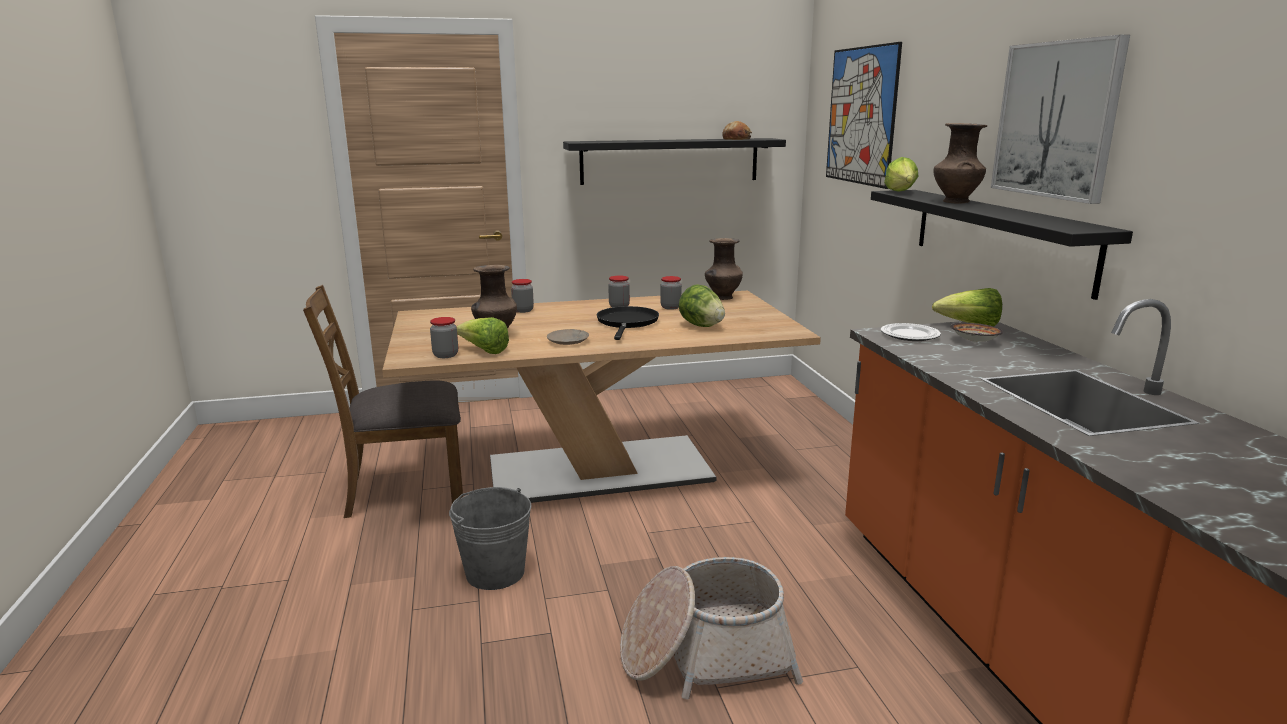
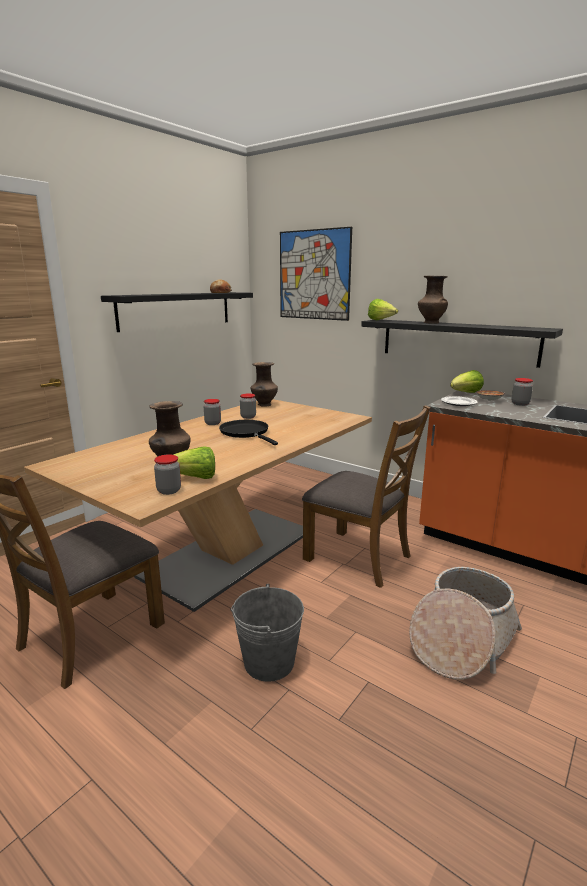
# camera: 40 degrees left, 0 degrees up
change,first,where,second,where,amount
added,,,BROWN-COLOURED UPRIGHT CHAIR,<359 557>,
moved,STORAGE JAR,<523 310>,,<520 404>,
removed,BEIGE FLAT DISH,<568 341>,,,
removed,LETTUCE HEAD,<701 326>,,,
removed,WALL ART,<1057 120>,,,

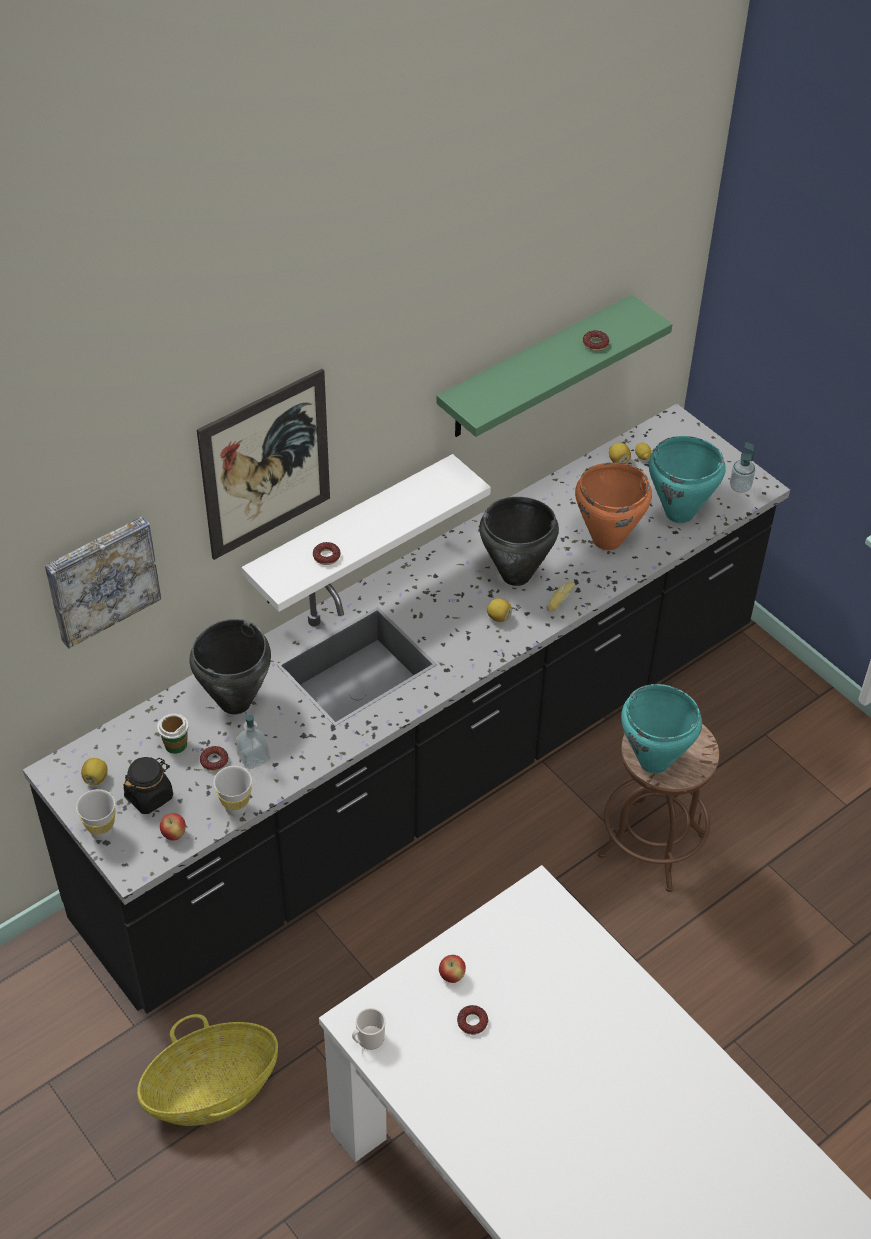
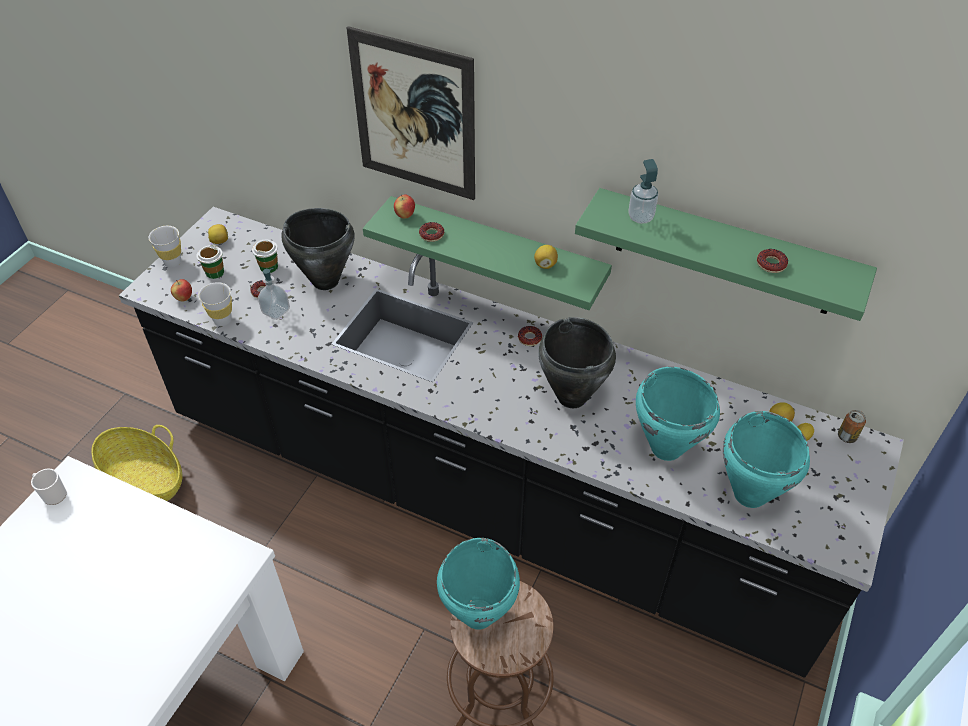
# camera: 65 degrees right, 0 degrees up
change,first,where,second,where,amount
replaced,BLACK-COLOURED STORAGE JAR,<149 796>,SMALL CUP,<214 272>,
recoloured,WHITE BRACKET SHELF,<351 532>,GREENISH BRACKET SHELF,<496 252>,
moved,APPLE FRUIT,<452 976>,,<405 215>,
moved,DOUGHNUT,<472 1022>,,<529 338>,
moved,CITRUS FRUIT,<498 617>,,<545 264>,
moved,SOAP DISPENSER,<740 487>,,<640 217>,
recoloured,ORANGE-COLOURED COOKING POT,<606 539>,BLUE-GREEN COOKING POT,<666 447>,
added,,,METAL CAN,<847 436>,
removed,WALL ART,<101 579>,,,
removed,BREAD,<559 599>,,,

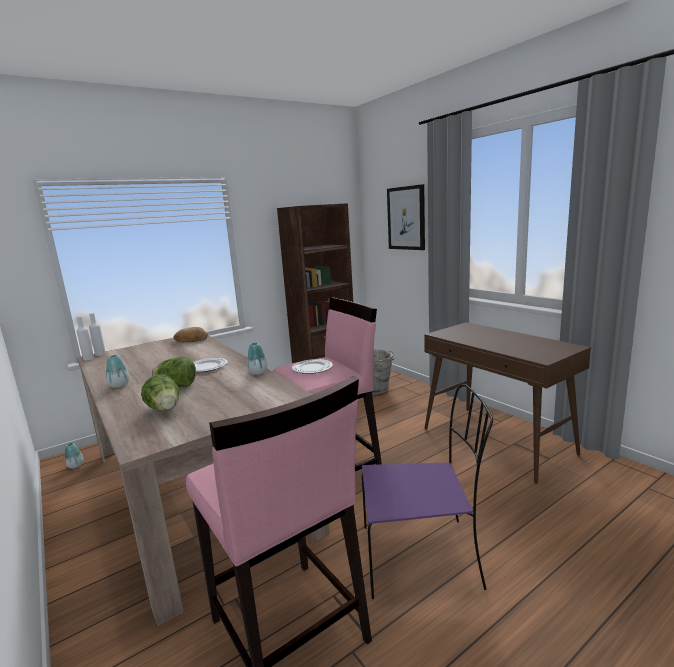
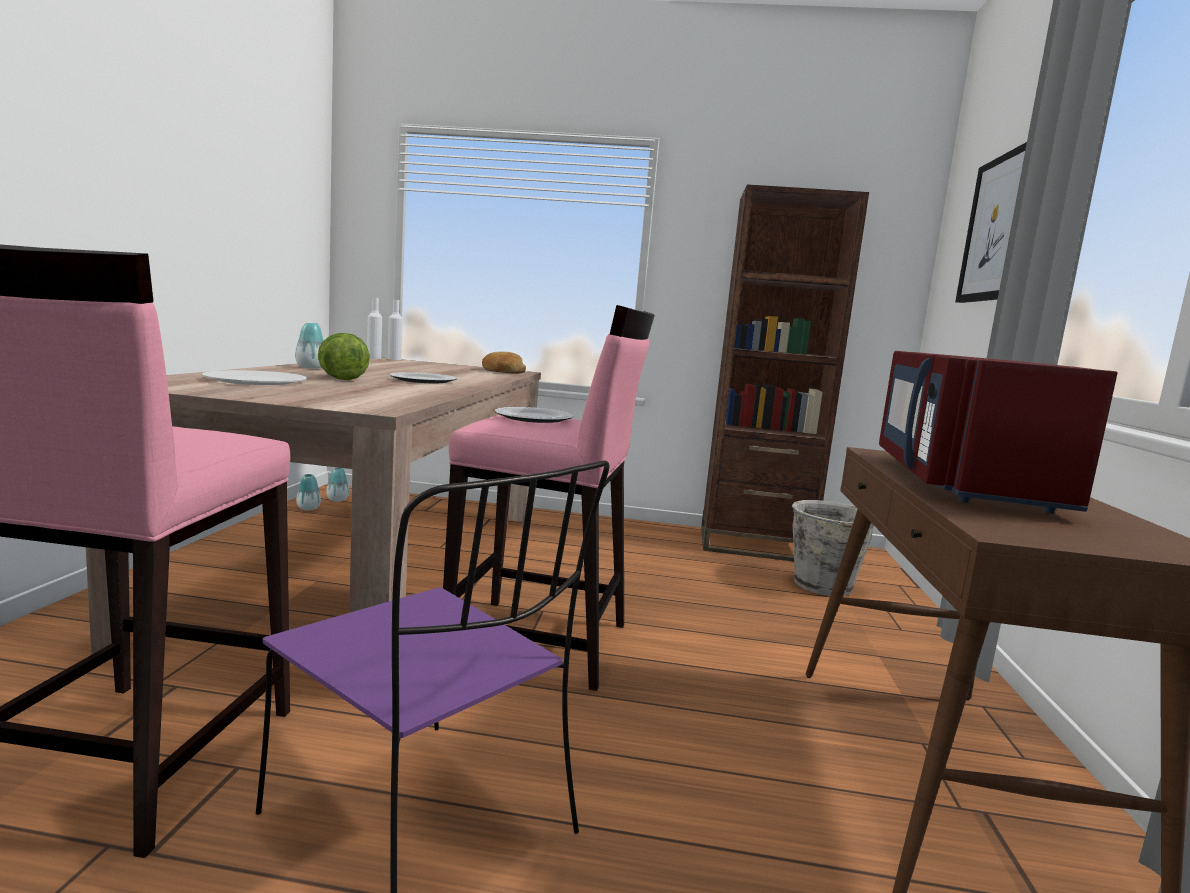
# camera: 40 degrees right, 5 degrees down
change,first,where,second,where,amount
replaced,LETTUCE HEAD,<165 410>,WHITE FLAT DISH,<256 381>,
moved,FLOWER VASE,<258 372>,,<308 508>,
added,,,REDDISH MICROWAVE OVEN,<959 482>,

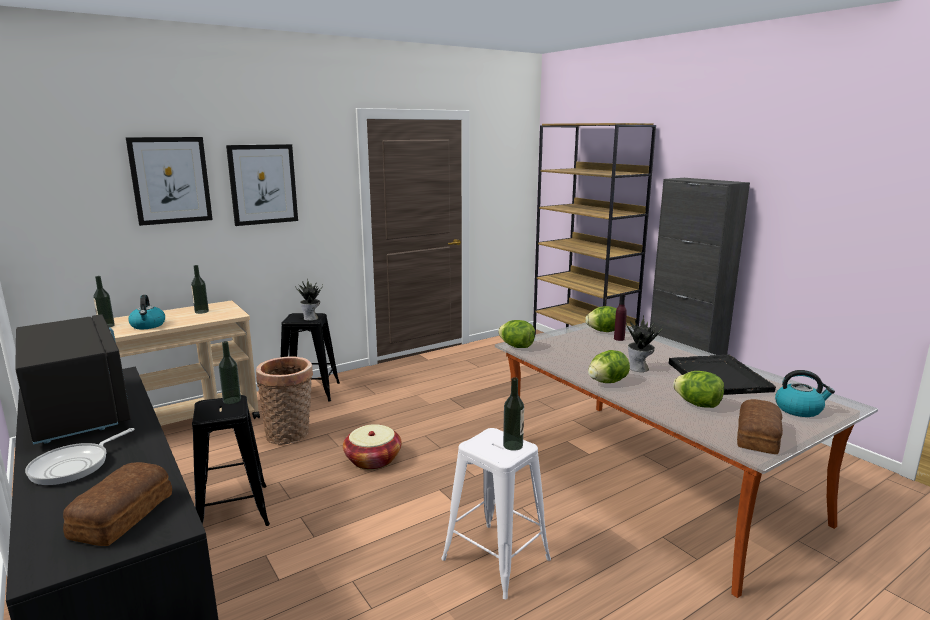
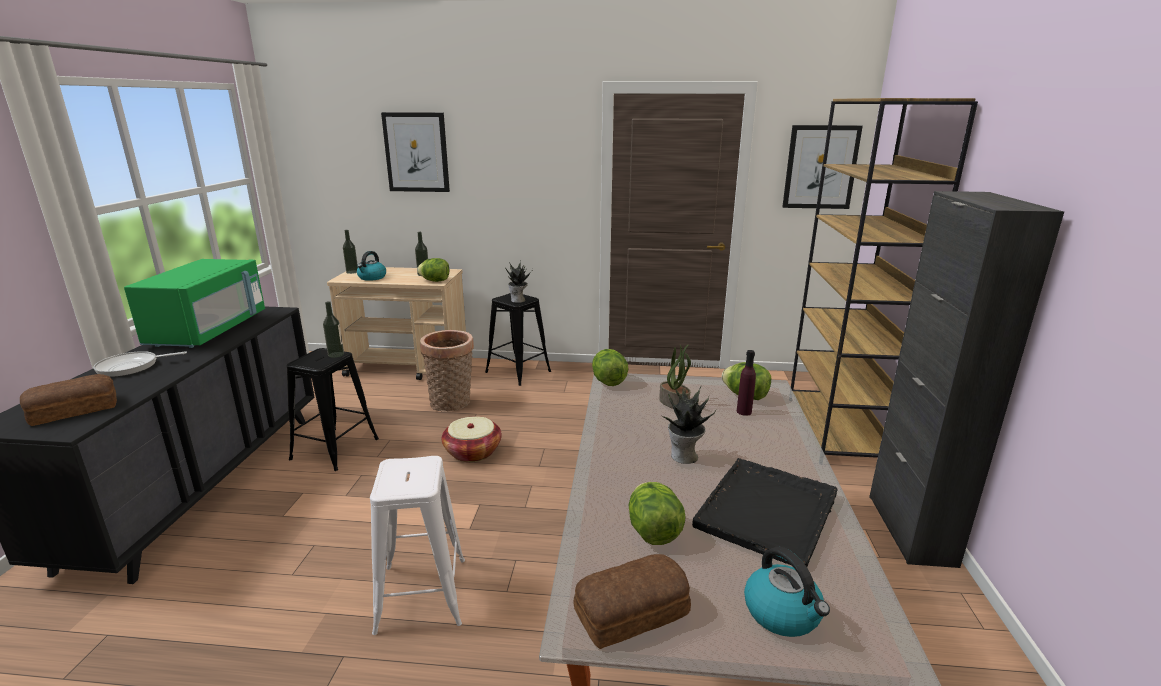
# camera: 40 degrees right, 5 degrees up
change,first,where,second,where,amount
recoloured,BLACK-COLOURED MICROWAVE OVEN,<80 411>,GREENISH MICROWAVE OVEN,<209 331>,
moved,LETTUCE HEAD,<607 382>,,<435 281>,
added,,,POTTED PLANT,<674 403>,
moved,WALL ART,<263 184>,,<820 167>,
removed,BOTTLE,<513 445>,,,

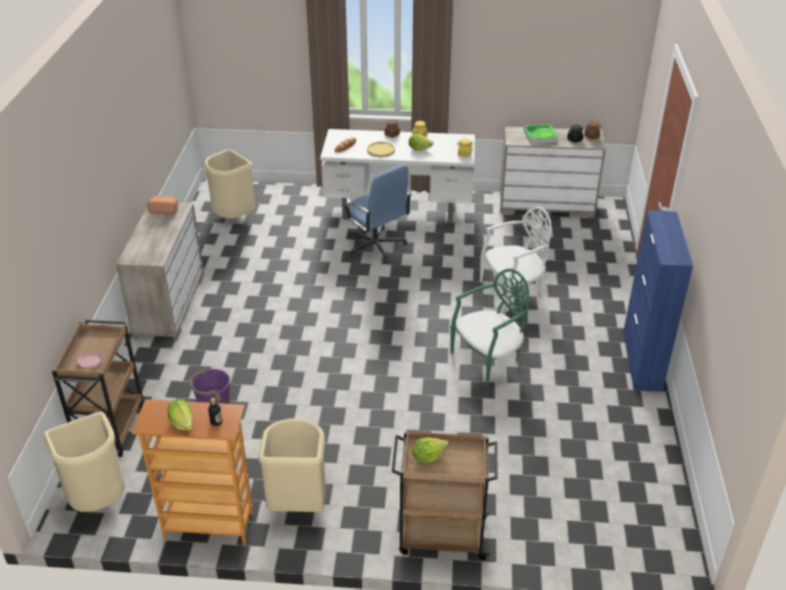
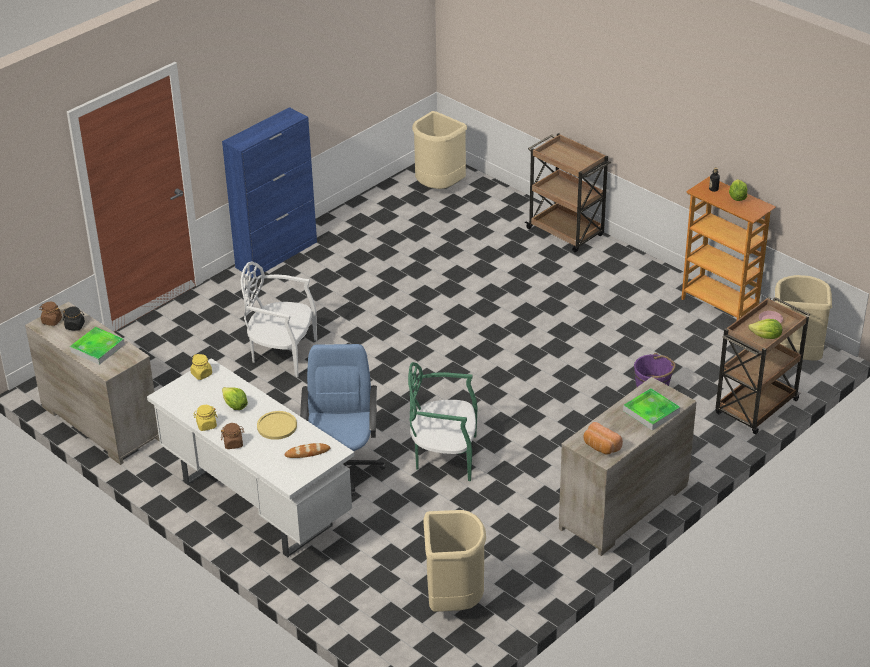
# camera: 140 degrees left, 0 degrees up
change,first,where,second,where,amount
moved,GREENISH UPRIGHT CHAIR,<488 360>,,<444 456>,
moved,BEIGE WASTE BIN,<298 504>,,<438 187>,
added,,,SERVING TRAY,<651 412>,
moved,LETTUCE HEAD,<428 456>,,<766 337>,

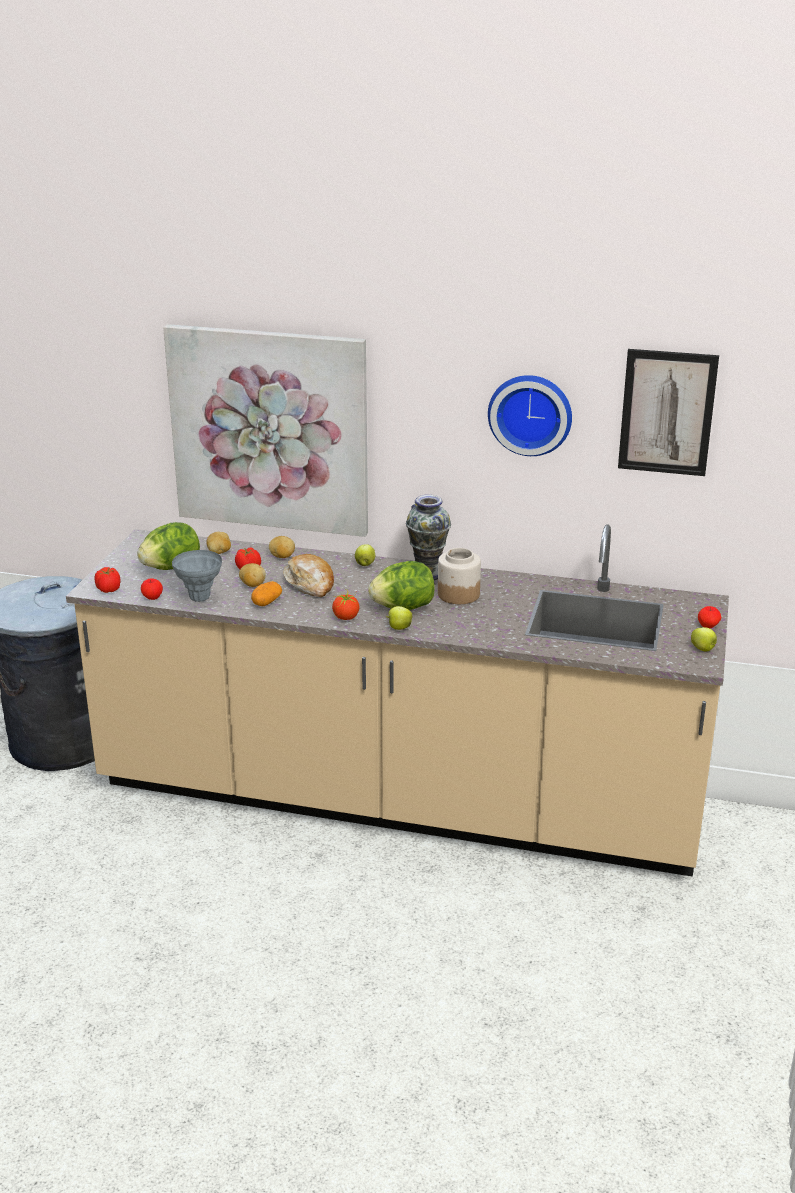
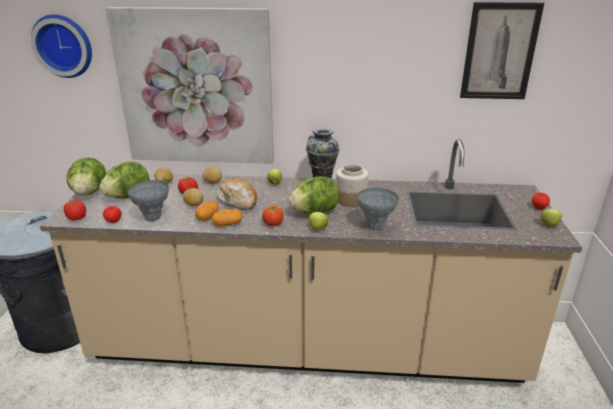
# camera: 10 degrees left, 0 degrees up
change,first,where,second,where,amount
moved,CLOCK ON THE WALL,<530 413>,,<64 45>,
added,,,LETTUCE HEAD,<89 192>,
added,,,POTATO,<227 224>,
added,,,GREYISH FLOWER VASE,<375 227>,

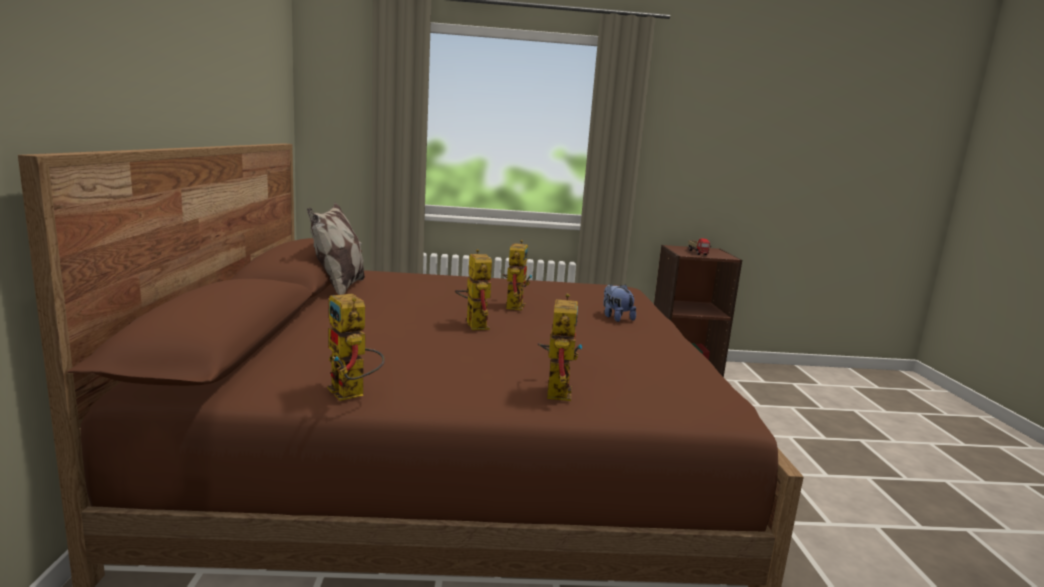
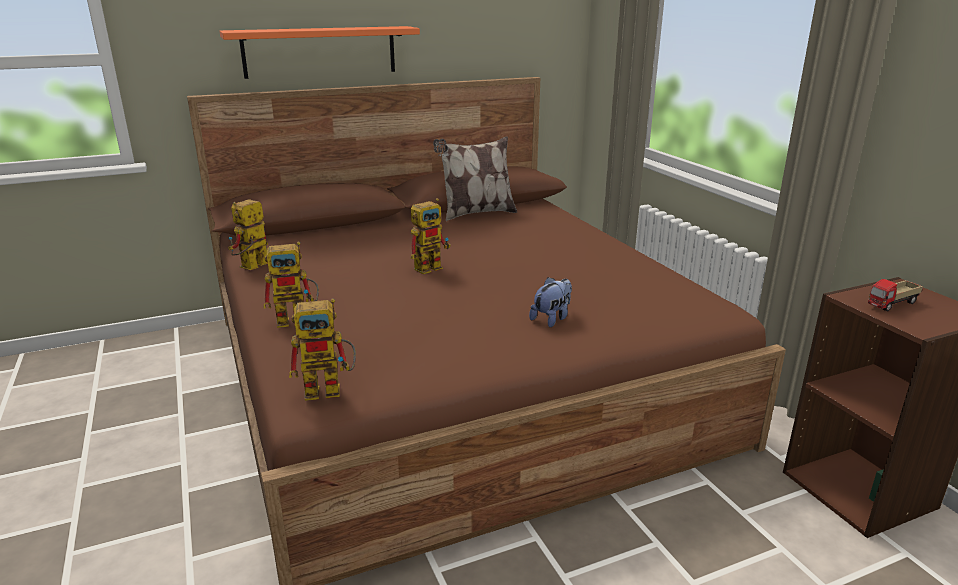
# camera: 70 degrees right, 10 degrees up
change,first,where,second,where,amount
added,,,ORANGE-COLOURED BRACKET SHELF,<320 51>,
moved,ROBOT FIGURE,<513 305>,,<331 389>,

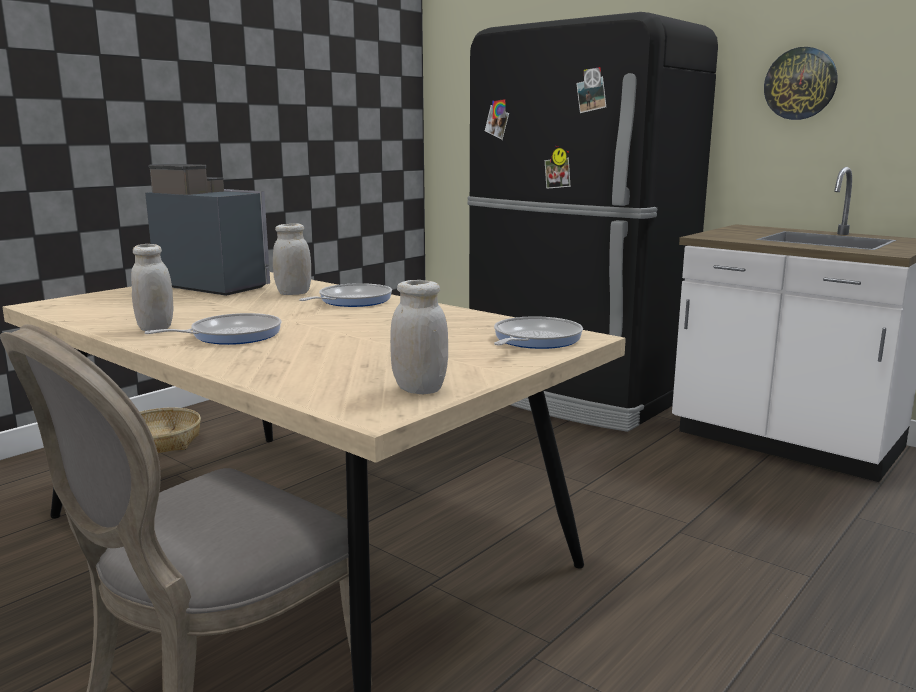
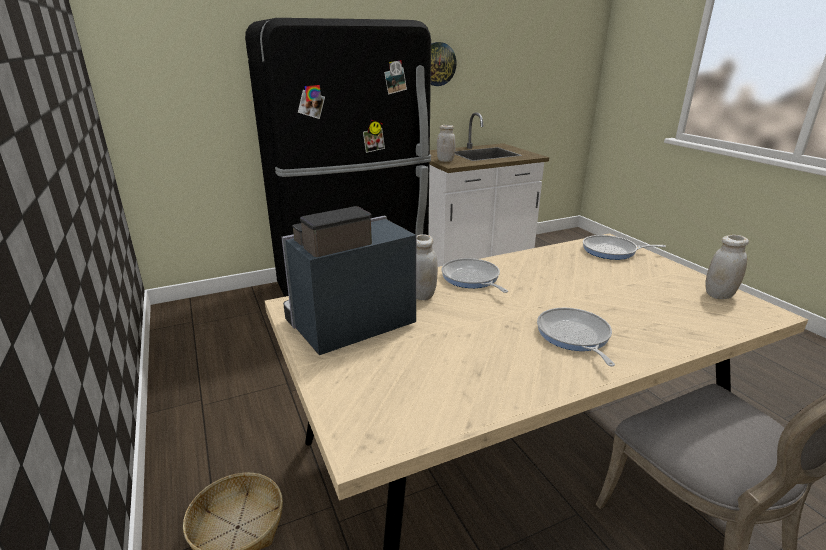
# camera: 65 degrees left, 10 degrees up
change,first,where,second,where,amount
moved,WHITE STORAGE JAR,<156 328>,,<445 160>,
turned,SKILLET,<534 340>,,<612 251>,45 degrees counterclockwise

